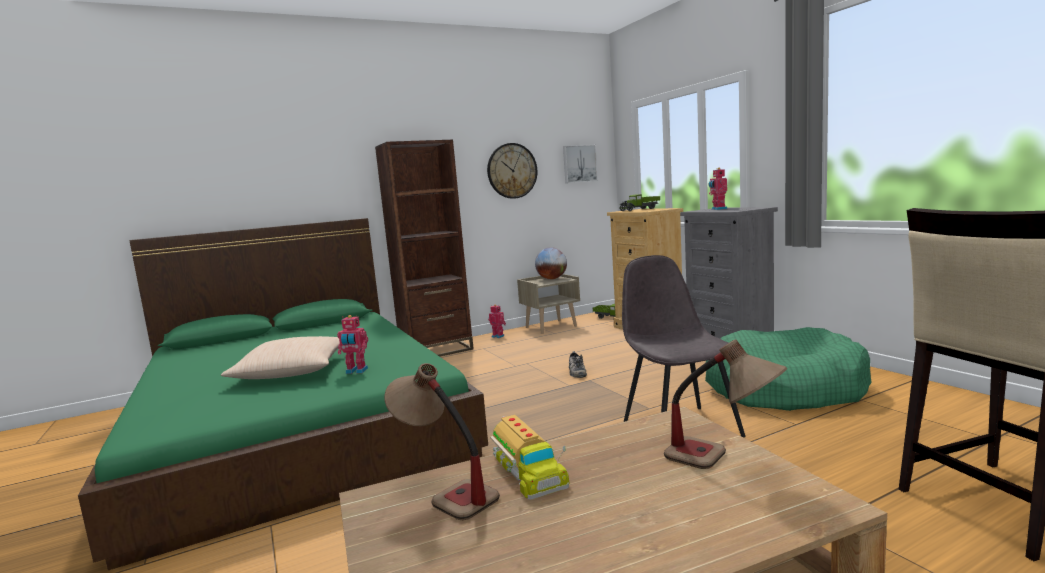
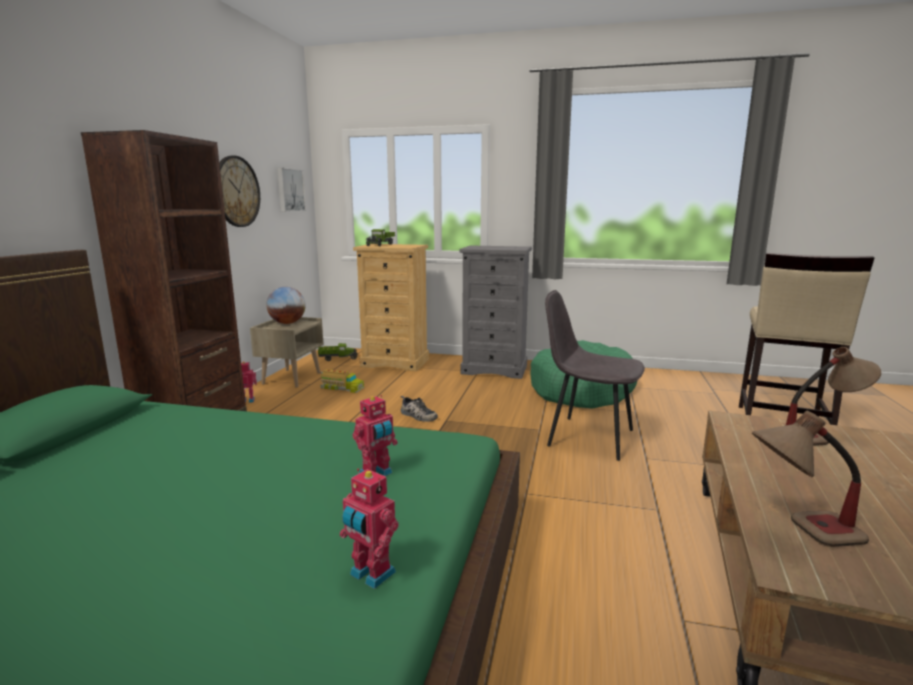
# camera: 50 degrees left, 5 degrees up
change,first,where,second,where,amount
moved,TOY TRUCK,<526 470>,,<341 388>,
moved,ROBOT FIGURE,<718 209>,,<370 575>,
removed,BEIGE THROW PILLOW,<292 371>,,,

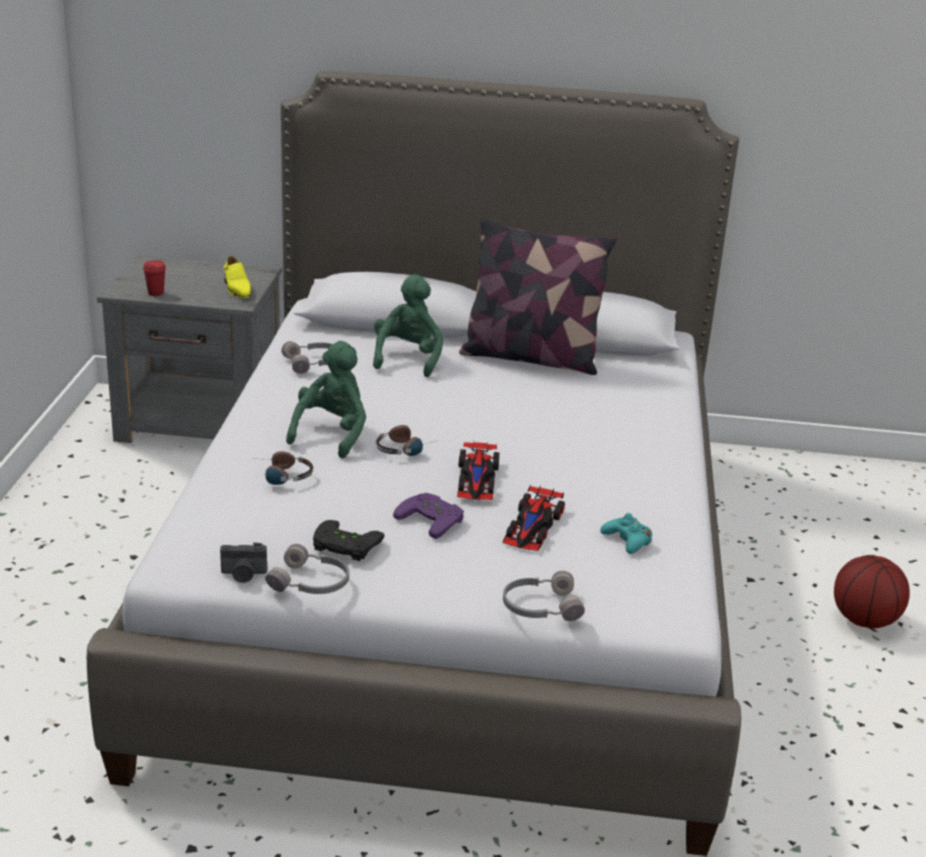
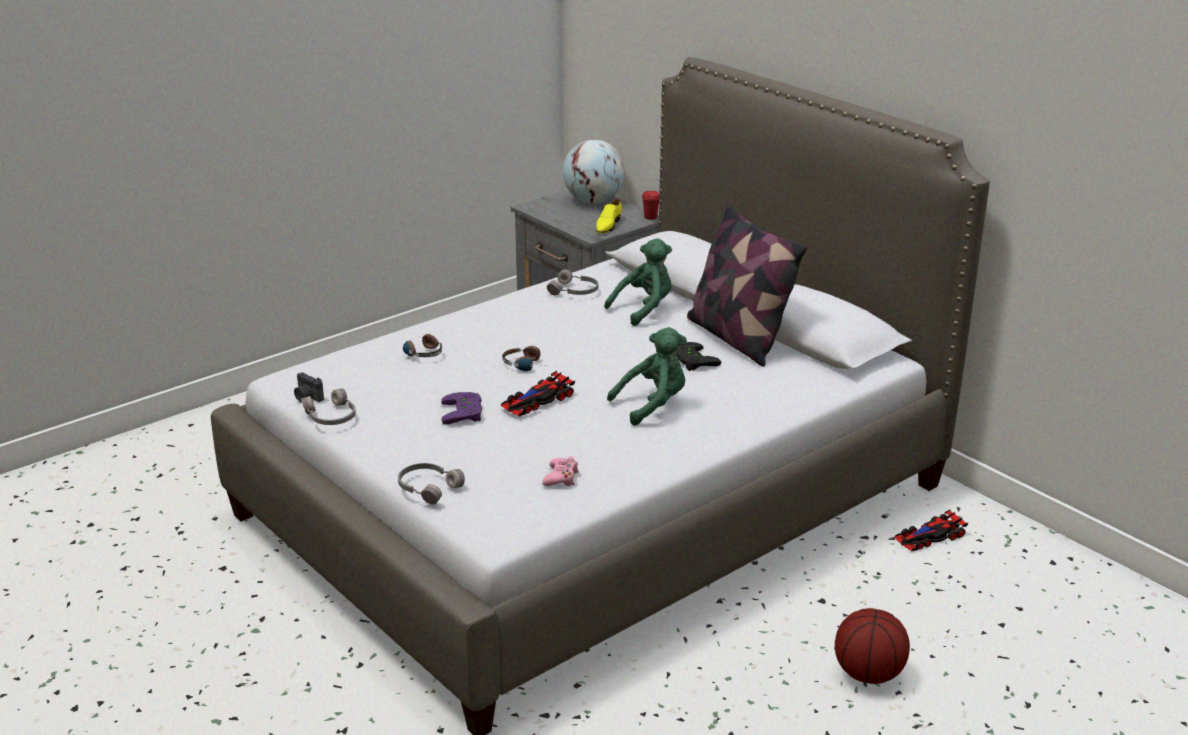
# camera: 45 degrees right, 0 degrees up
change,first,where,second,where,amount
recoloured,BLUE-GREEN GAME CONTROLLER,<627 540>,PINKISH GAME CONTROLLER,<561 478>,
added,,,WORLD GLOBE,<594 201>,
moved,GREENISH SOFT TOY,<331 434>,,<653 405>,
moved,REDDISH SMALL CUP,<155 293>,,<650 217>,
moved,BLACK-COLOURED GAME CONTROLLER,<344 546>,,<691 360>,
moved,MODEL CAR,<533 526>,,<930 536>,

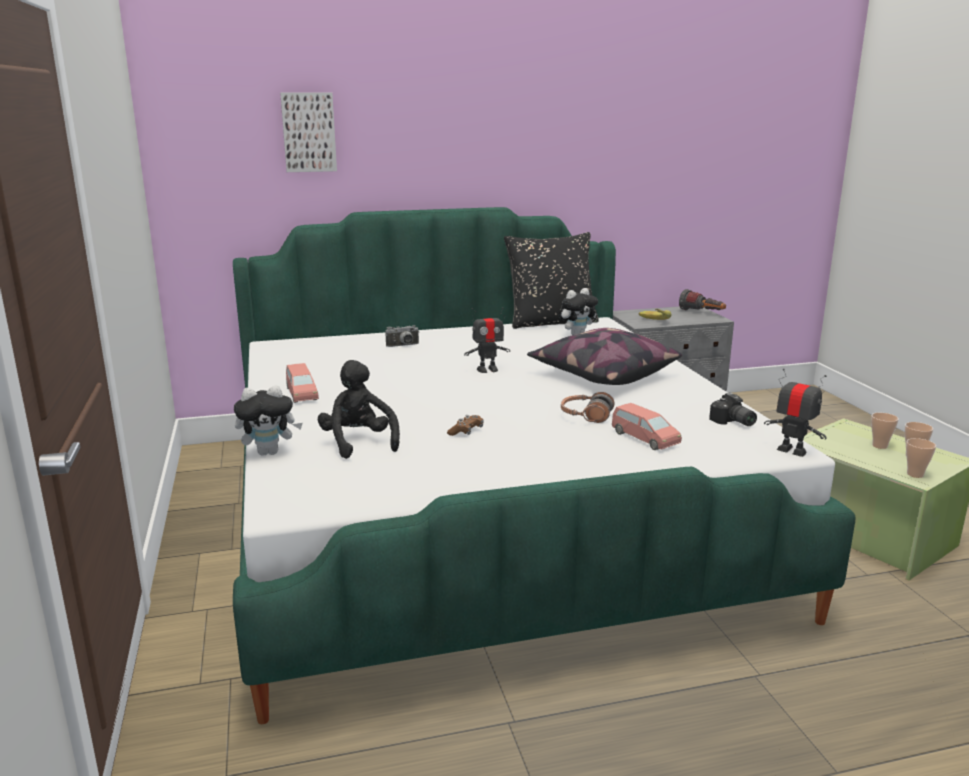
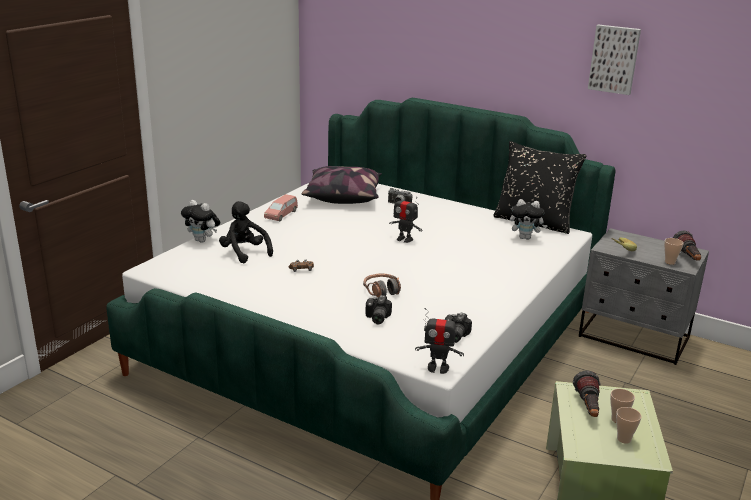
# camera: 45 degrees right, 5 degrees up
change,first,where,second,where,amount
turned,BLACK-COLOURED SOFT TOY,<358 443>,,<244 253>,60 degrees counterclockwise
moved,THROW PILLOW,<602 375>,,<343 196>,
replaced,PINKISH MODEL CAR,<644 438>,PHOTO CAMERA,<376 318>,
turned,ROBOT FIGURE,<792 451>,,<438 368>,105 degrees clockwise
added,,,FLASHLIGHT,<588 408>,
moved,WALL ART,<308 132>,,<614 59>,
moved,SMALL CUP,<915 474>,,<670 262>,

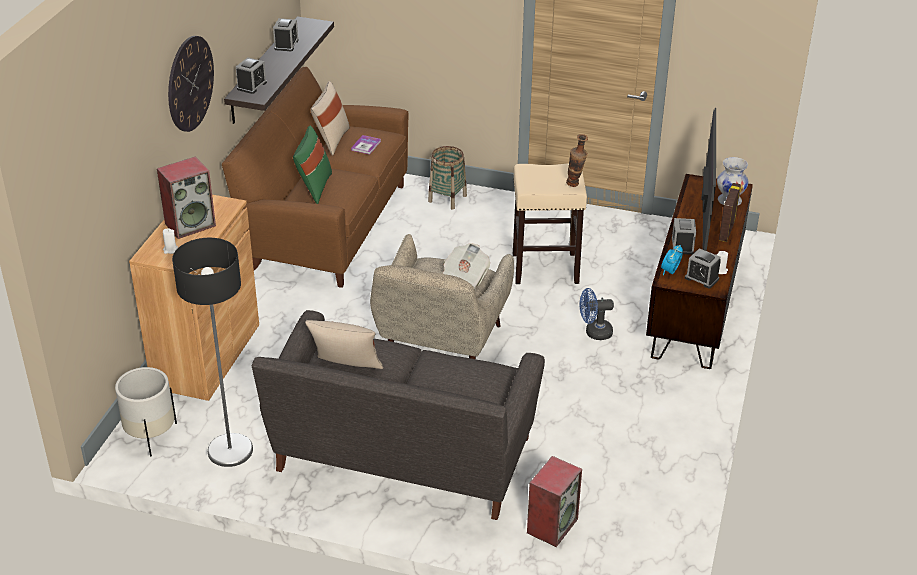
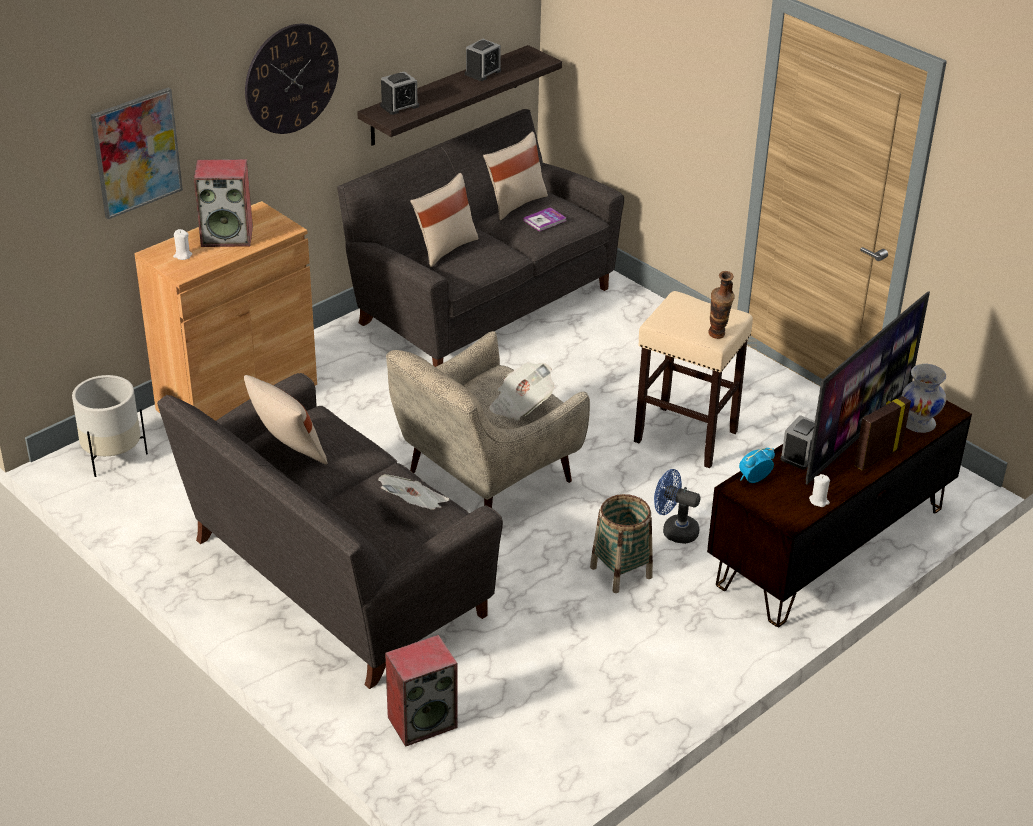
# camera: 30 degrees right, 0 degrees up
change,first,where,second,where,amount
added,,,WALL ART,<136 152>,
recoloured,BROWN-COLOURED COUCH,<326 225>,GREYISH COUCH,<482 304>,
added,,,NEWSPAPER,<415 506>,
recoloured,GREENISH THROW PILLOW,<314 187>,BEIGE THROW PILLOW,<445 248>,
moved,STORAGE BASKET,<447 198>,,<621 572>,
removed,STANDARD LAMP,<230 451>,,,
removed,TABLE CLOCK,<701 278>,,,

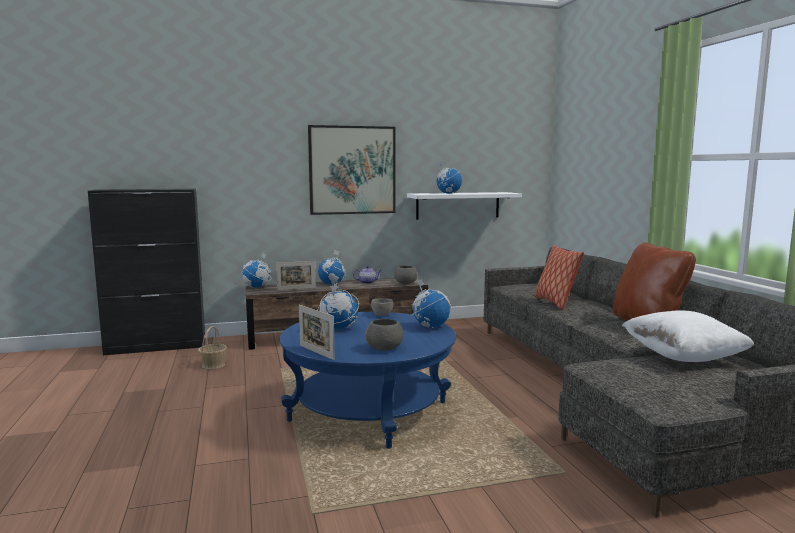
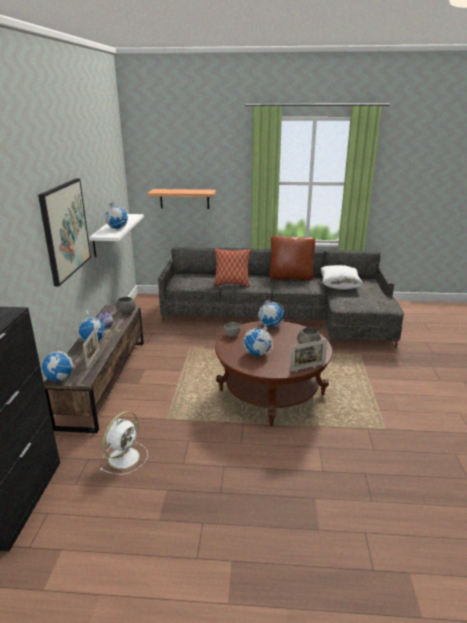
# camera: 70 degrees left, 15 degrees up
change,first,where,second,where,amount
replaced,STORAGE BASKET,<213 365>,WHITE ELECTRIC FAN,<125 457>,
added,,,BRACKET SHELF,<184 198>,
recoloured,BLUISH LOUNGE TABLE,<369 411>,BROWN-COLOURED LOUNGE TABLE,<271 392>,

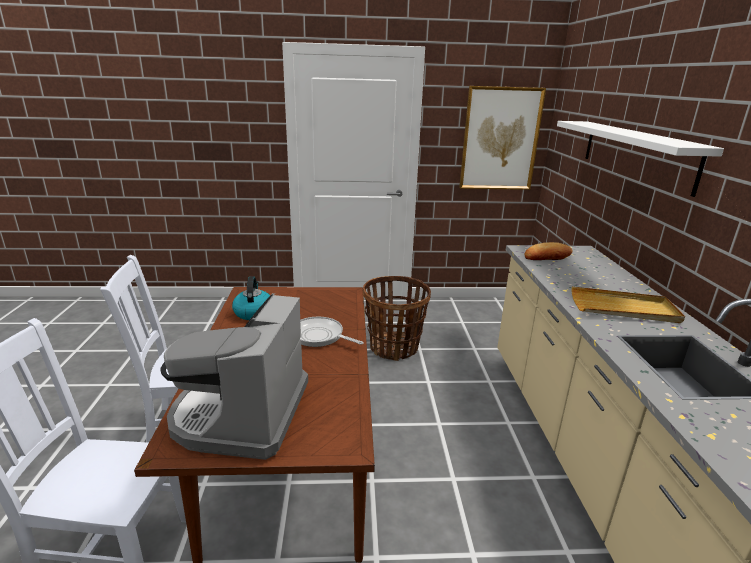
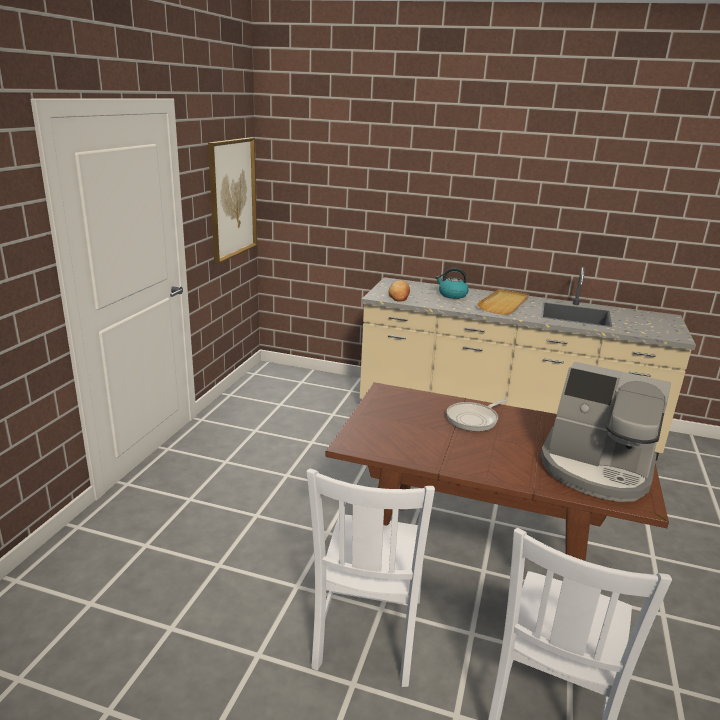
# camera: 70 degrees left, 0 degrees up
change,first,where,second,where,amount
moved,KETTLE,<253 312>,,<452 295>,
removed,STORAGE BASKET,<394 347>,,,
removed,WHITE BRACKET SHELF,<635 153>,,,

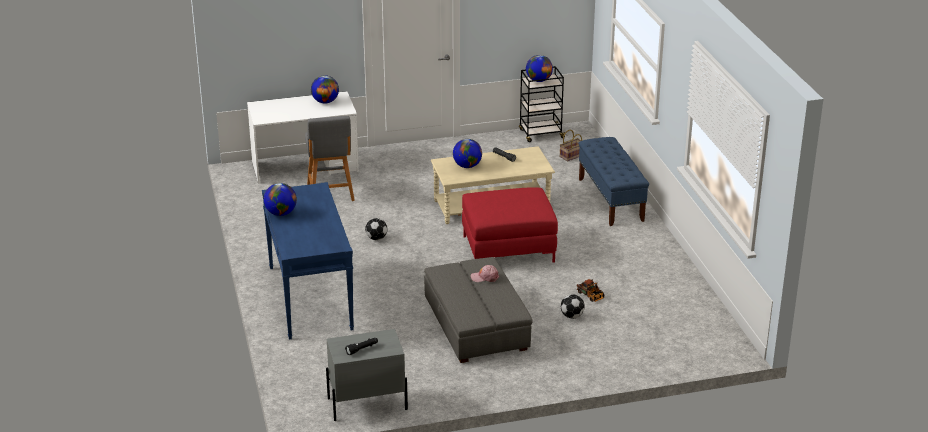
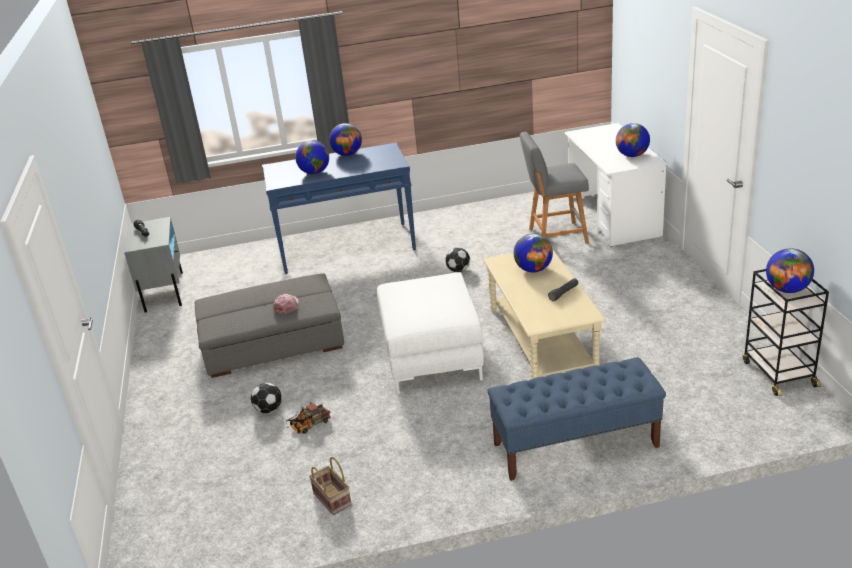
# camera: 95 degrees right, 0 degrees up
change,first,where,second,where,amount
added,,,WORLD GLOBE,<314 172>,
moved,STORAGE BASKET,<572 155>,,<333 499>,
recoloured,REDDISH OTTOMAN,<508 249>,WHITE OTTOMAN,<431 356>,

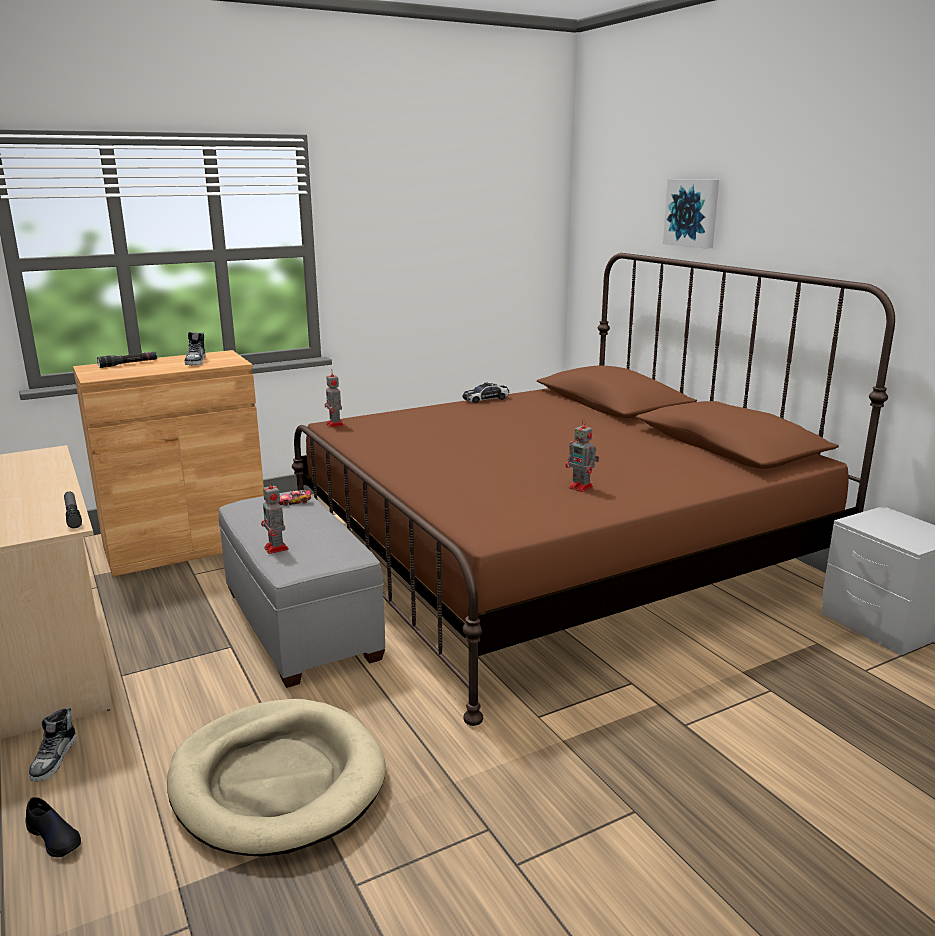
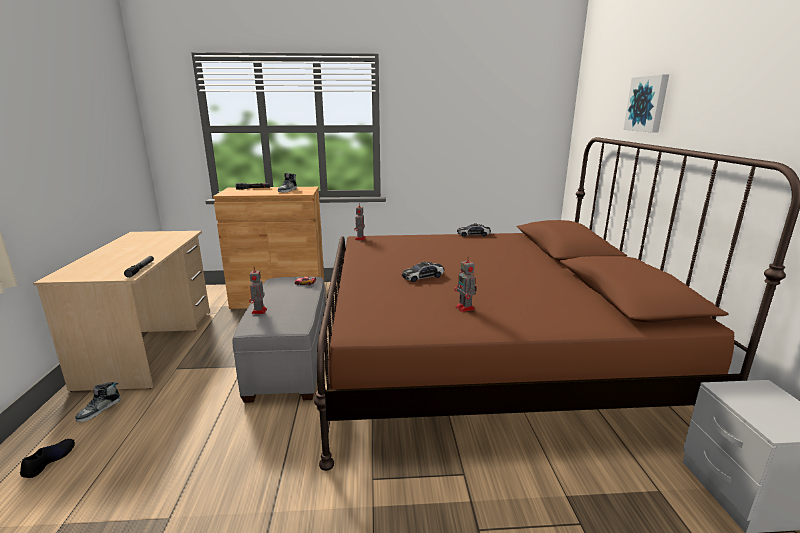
# camera: 25 degrees right, 0 degrees up
change,first,where,second,where,amount
turned,BLACK-COLOURED ITEM OF FOOTWEAR,<54 837>,,<49 461>,135 degrees counterclockwise
added,,,MODEL CAR,<423 277>,
removed,BEIGE DOG CUSHION,<277 781>,,,

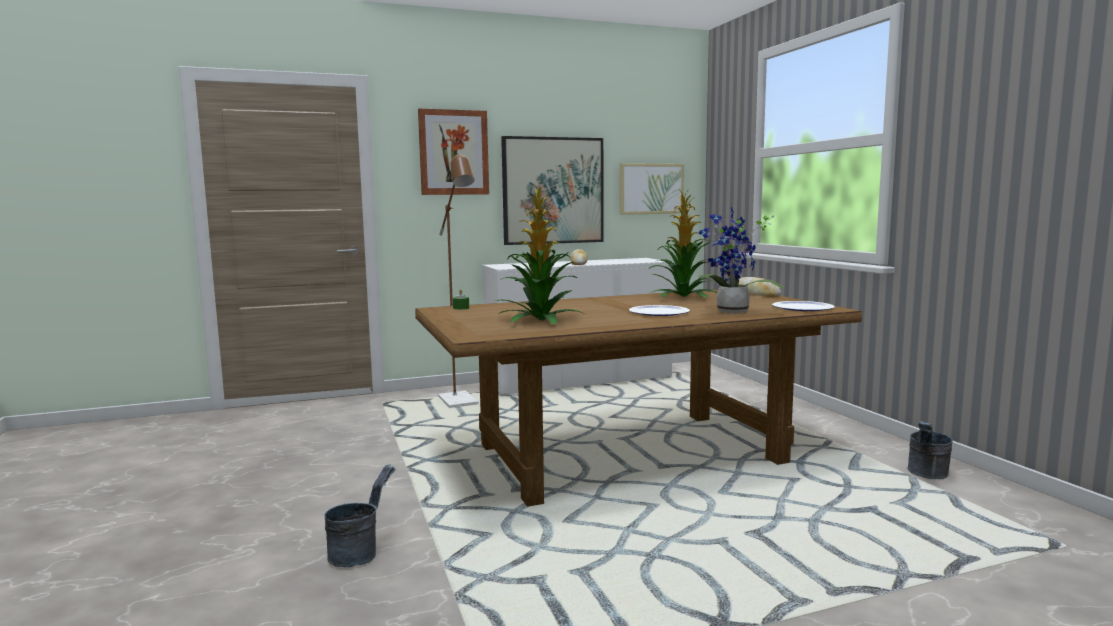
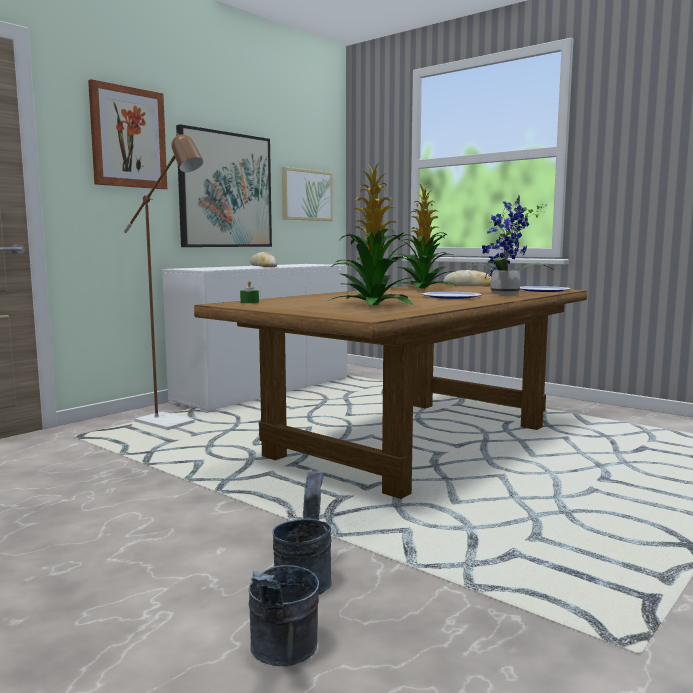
# camera: 30 degrees left, 0 degrees up
change,first,where,second,where,amount
moved,GREYISH PAIL,<926 474>,,<281 654>,

